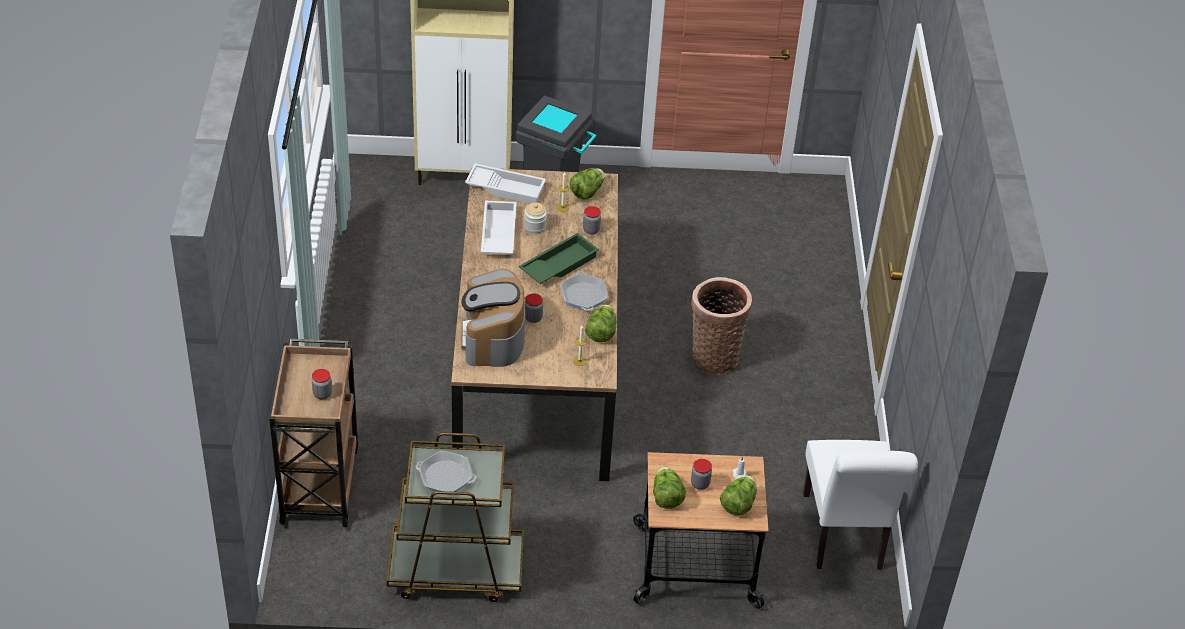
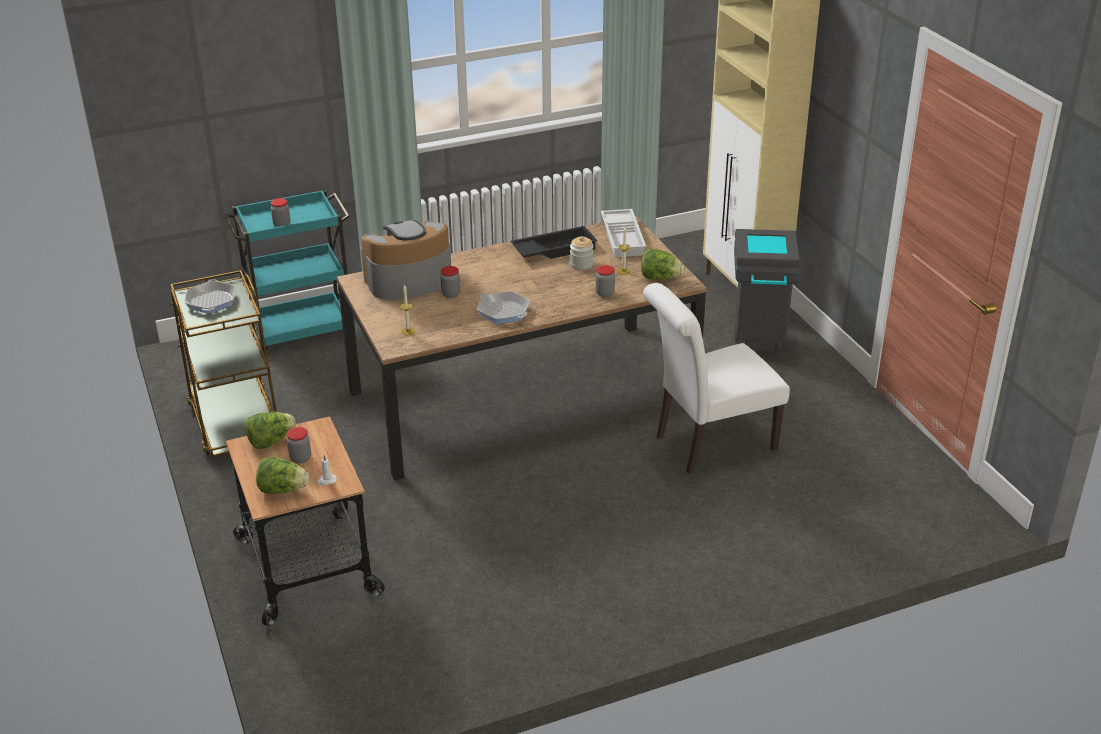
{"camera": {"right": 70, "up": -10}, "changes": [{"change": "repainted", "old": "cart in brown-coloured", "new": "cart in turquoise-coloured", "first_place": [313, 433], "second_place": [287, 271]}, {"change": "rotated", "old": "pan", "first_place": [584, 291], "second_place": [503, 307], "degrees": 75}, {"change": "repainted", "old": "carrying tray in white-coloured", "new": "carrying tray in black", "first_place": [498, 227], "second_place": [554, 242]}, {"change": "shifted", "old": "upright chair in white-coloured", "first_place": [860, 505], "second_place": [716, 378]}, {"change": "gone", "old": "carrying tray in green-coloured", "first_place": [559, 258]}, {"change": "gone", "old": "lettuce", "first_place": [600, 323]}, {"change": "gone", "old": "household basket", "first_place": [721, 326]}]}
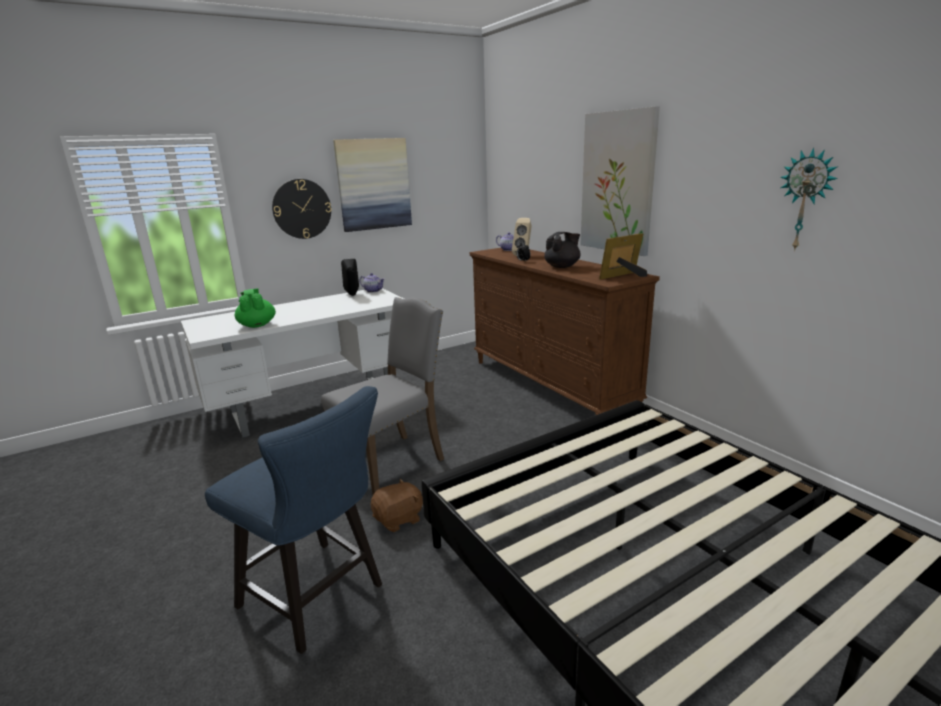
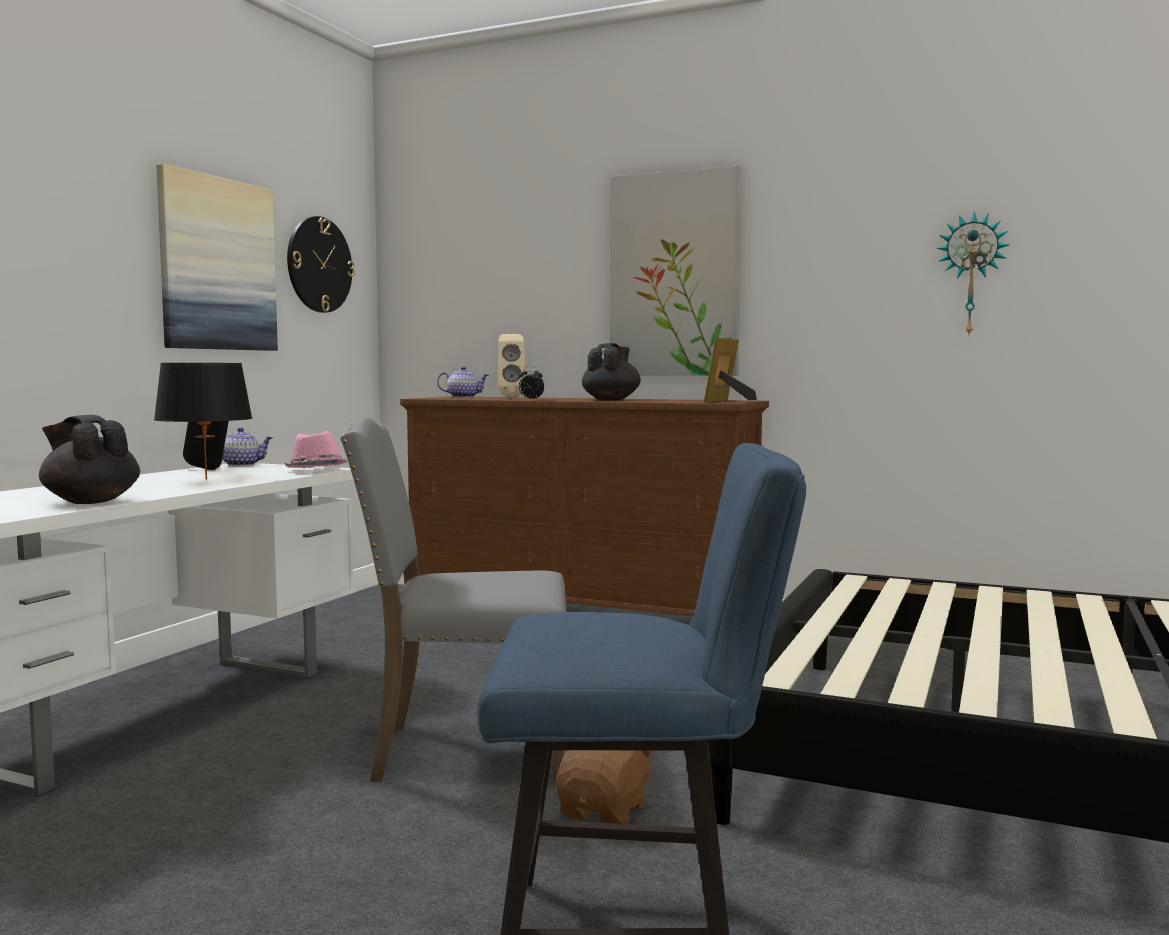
{"camera": {"right": -35, "up": -15}, "changes": [{"change": "repainted", "old": "tea pot in green-coloured", "new": "tea pot in black", "first_place": [255, 308], "second_place": [89, 459]}, {"change": "new", "new": "tabletop lamp in black", "second_place": [203, 421]}, {"change": "new", "new": "hat in pink-coloured", "second_place": [315, 449]}, {"change": "shifted", "old": "wall clock", "first_place": [301, 209], "second_place": [321, 264]}, {"change": "rotated", "old": "upright chair in greyish", "first_place": [382, 396], "second_place": [453, 601], "degrees": -105}]}
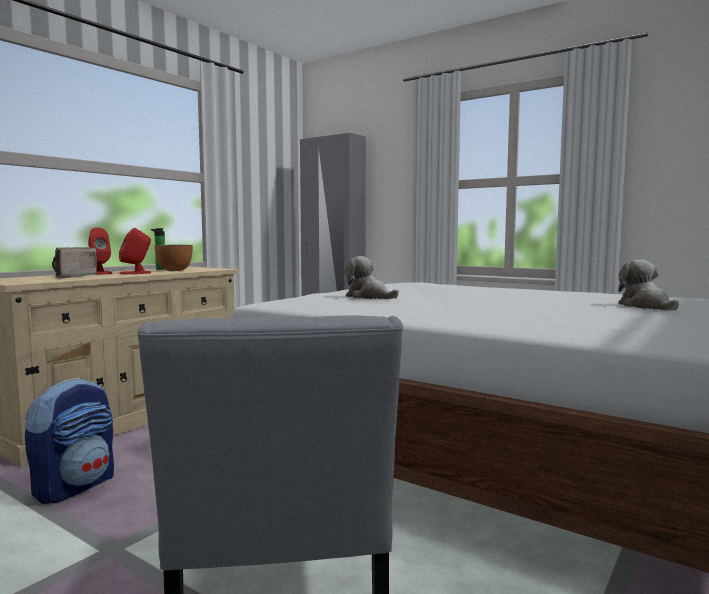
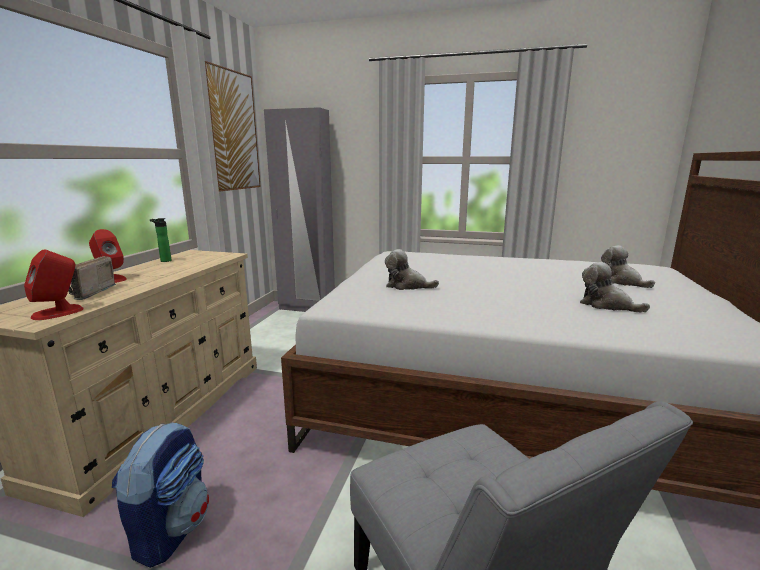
{"camera": {"right": -20, "up": 10}, "changes": [{"change": "shifted", "old": "speaker in red-coloured", "first_place": [135, 251], "second_place": [54, 284]}, {"change": "new", "new": "wall art", "second_place": [233, 126]}, {"change": "new", "new": "plush toy", "second_place": [615, 287]}, {"change": "gone", "old": "deep dish", "first_place": [174, 258]}]}
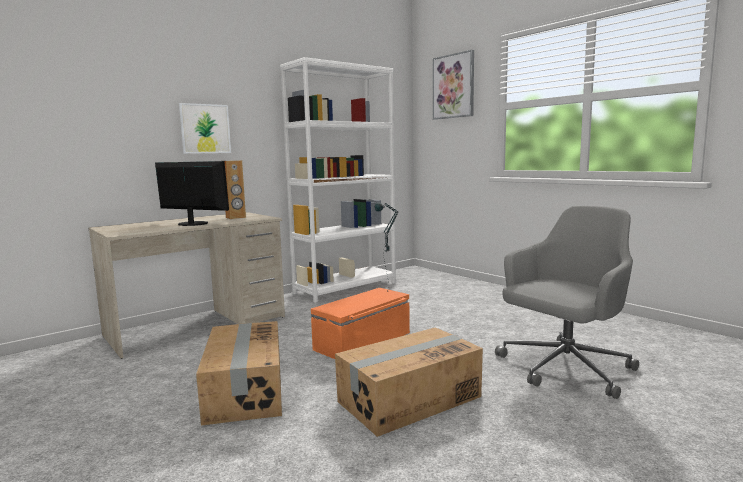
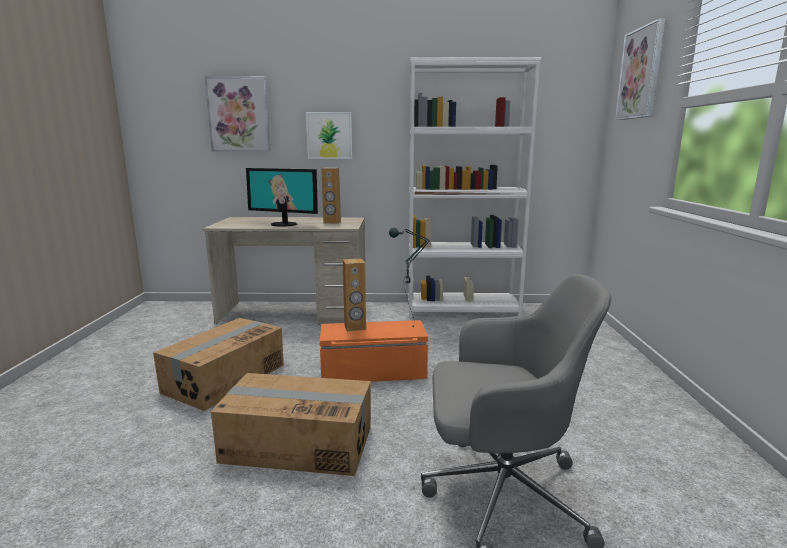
{"camera": {"right": 40, "up": 5}, "changes": [{"change": "new", "new": "wall art", "second_place": [238, 114]}, {"change": "rotated", "old": "monitor", "first_place": [192, 193], "second_place": [282, 197], "degrees": 135}, {"change": "new", "new": "speaker in brown-coloured", "second_place": [354, 295]}]}
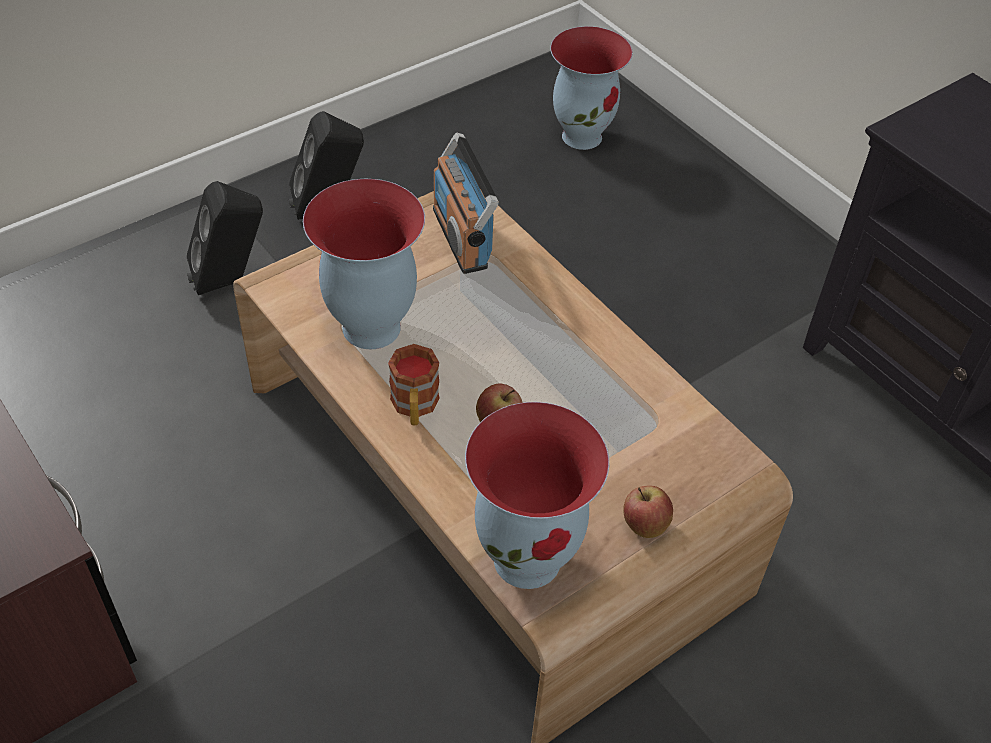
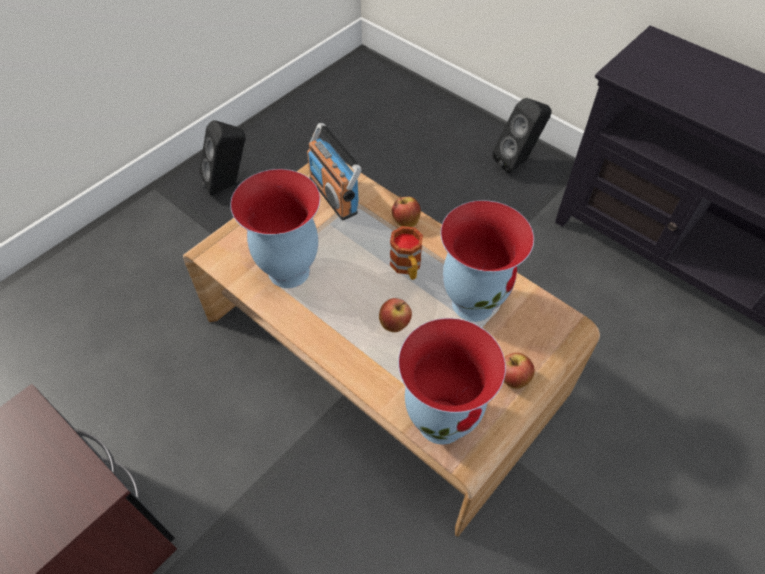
{"camera": {"right": -10, "up": 5}, "changes": [{"change": "shifted", "old": "coffee mug", "first_place": [414, 385], "second_place": [406, 253]}, {"change": "new", "new": "whole apple", "second_place": [406, 211]}, {"change": "shifted", "old": "decorative vase", "first_place": [591, 88], "second_place": [487, 261]}, {"change": "shifted", "old": "speaker in black", "first_place": [225, 238], "second_place": [522, 135]}]}
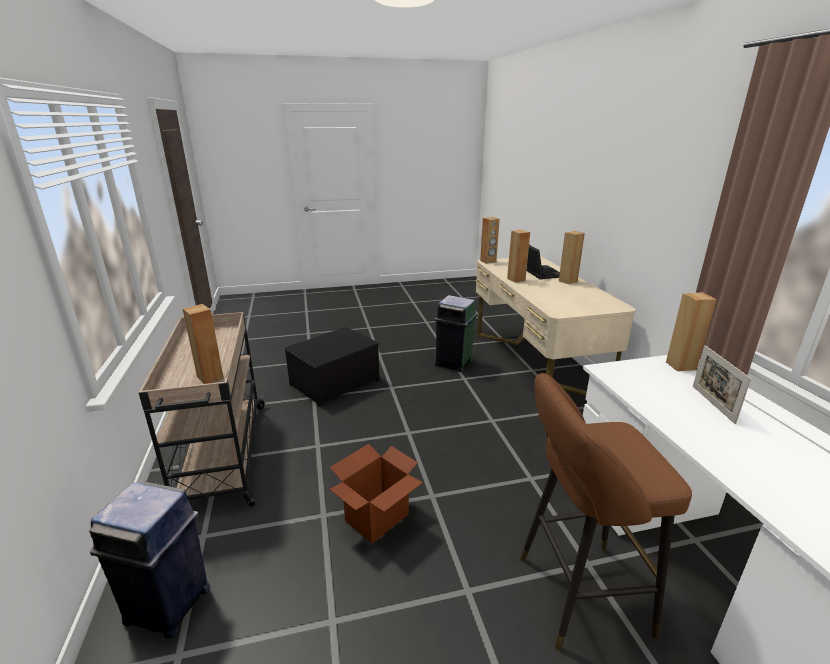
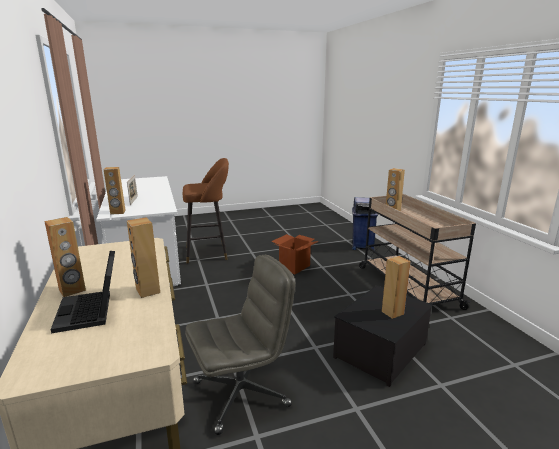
{"camera": {"right": 175, "up": -5}, "changes": [{"change": "swapped", "old": "rubbish bin in green-coloured", "new": "office chair in greyish", "first_place": [456, 333], "second_place": [240, 345]}, {"change": "shifted", "old": "speaker in brown-coloured", "first_place": [490, 240], "second_place": [396, 287]}]}
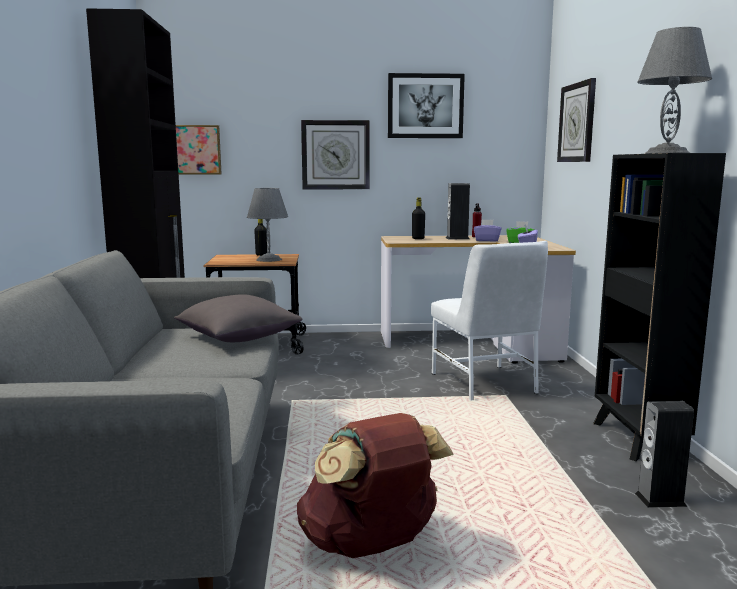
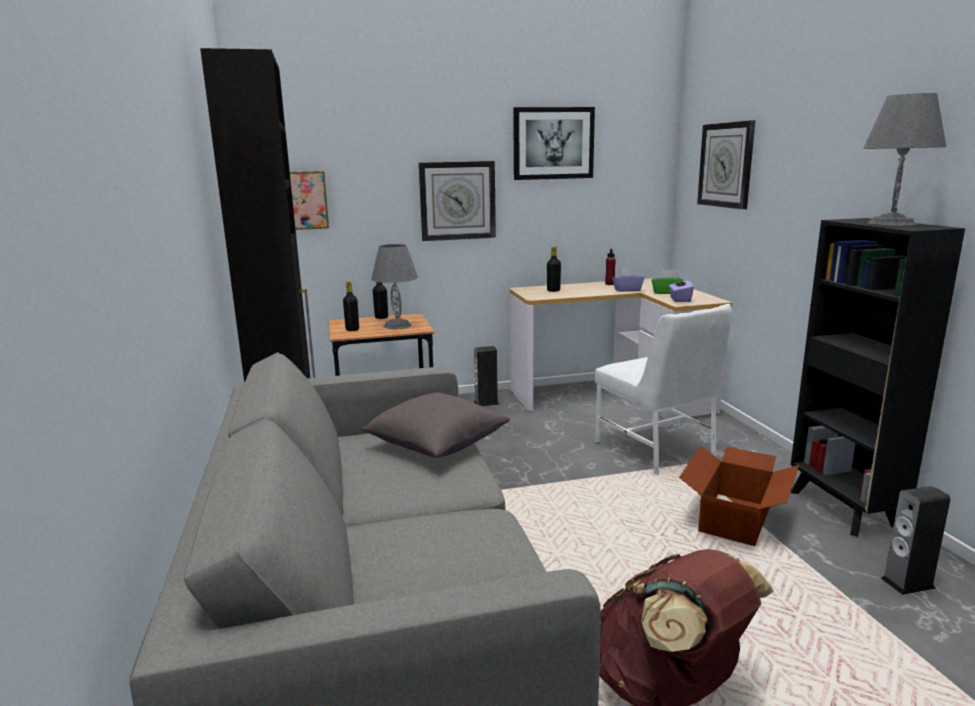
{"camera": {"right": -10, "up": 5}, "changes": [{"change": "new", "new": "beverage bottle in black", "second_place": [351, 306]}, {"change": "shifted", "old": "speaker", "first_place": [458, 211], "second_place": [486, 376]}, {"change": "new", "new": "carton", "second_place": [739, 496]}]}
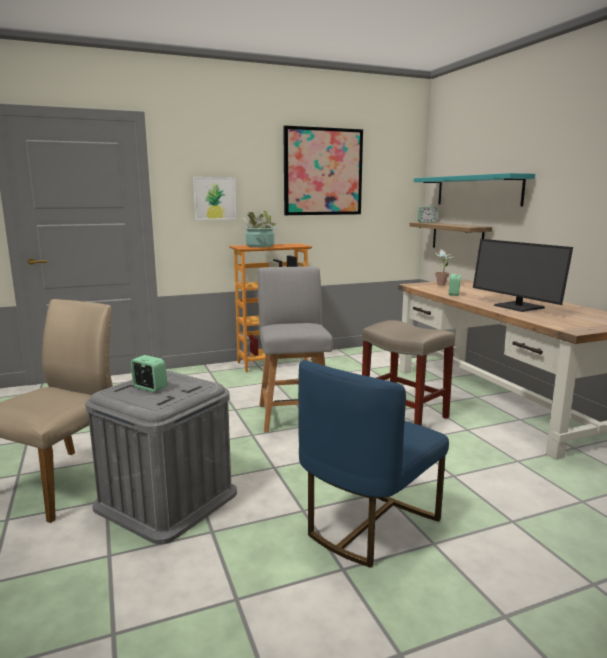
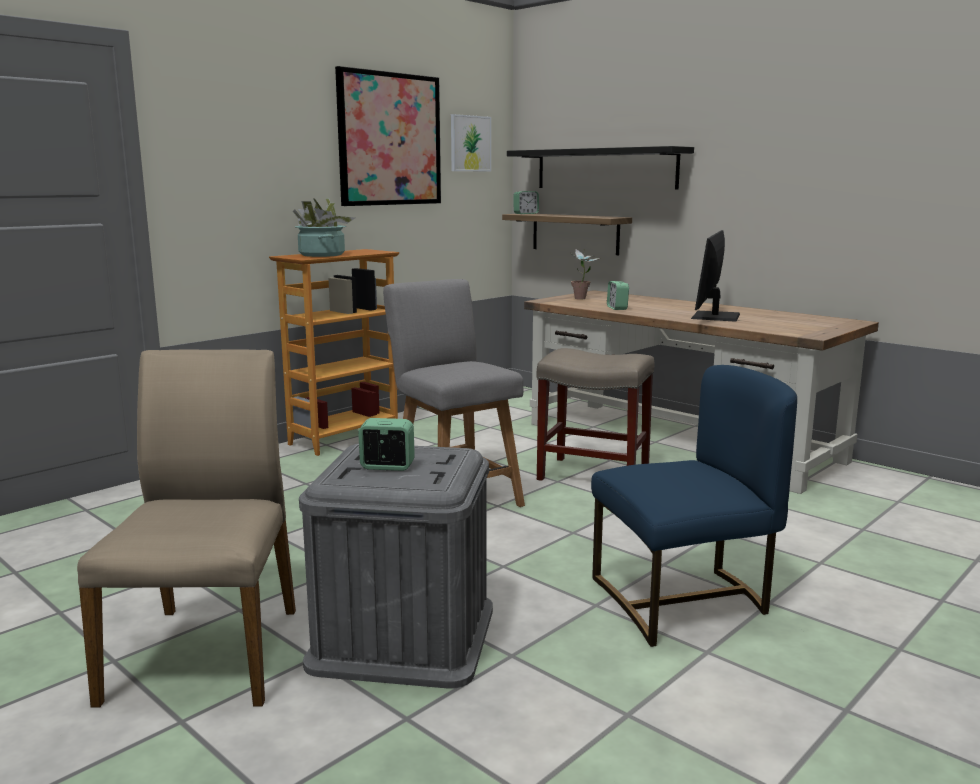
{"camera": {"right": -25, "up": 0}, "changes": [{"change": "shifted", "old": "wall art", "first_place": [214, 198], "second_place": [471, 142]}, {"change": "repainted", "old": "wall shelf in turquoise-coloured", "new": "wall shelf in black", "first_place": [474, 190], "second_place": [600, 168]}, {"change": "rotated", "old": "upright chair in blue-coloured", "first_place": [373, 464], "second_place": [694, 506], "degrees": -120}, {"change": "rotated", "old": "monitor", "first_place": [523, 275], "second_place": [715, 276], "degrees": 75}]}
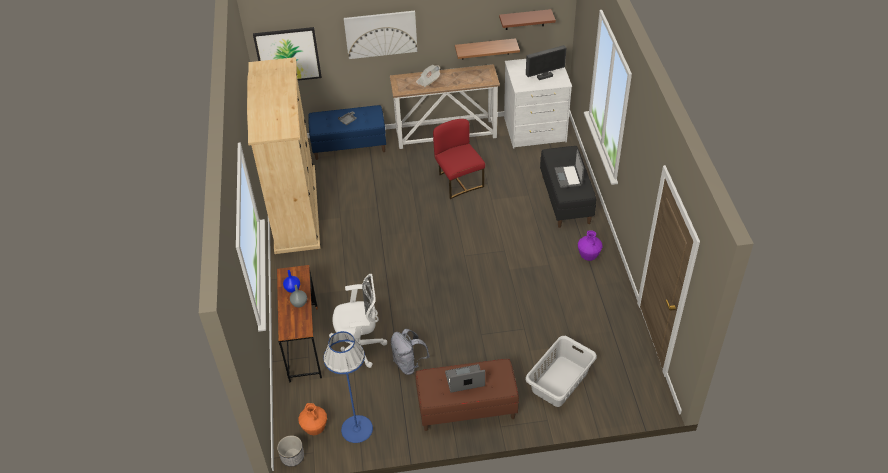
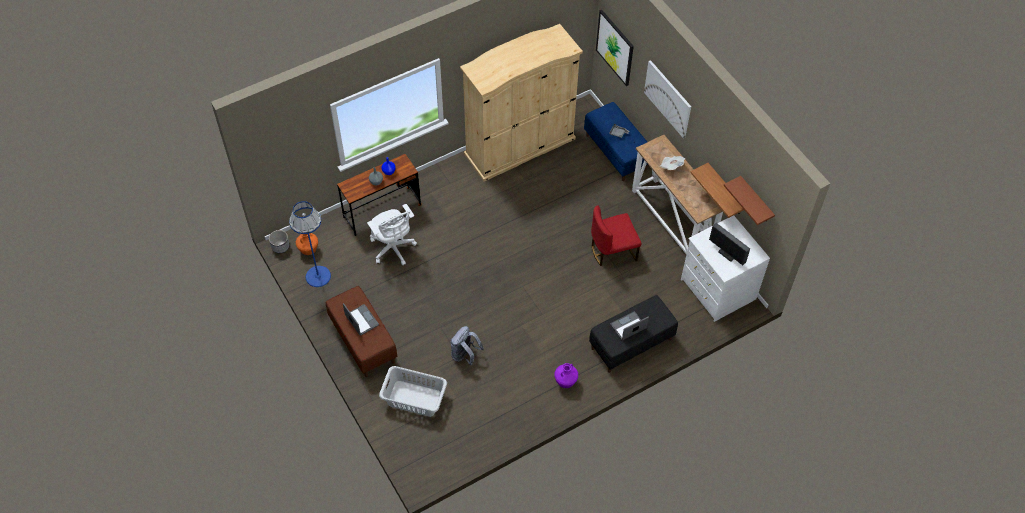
{"camera": {"right": 65, "up": 10}, "changes": [{"change": "shifted", "old": "knapsack in greyish", "first_place": [410, 352], "second_place": [467, 346]}, {"change": "rotated", "old": "upright chair in red-coloured", "first_place": [459, 159], "second_place": [616, 235], "degrees": -150}]}
